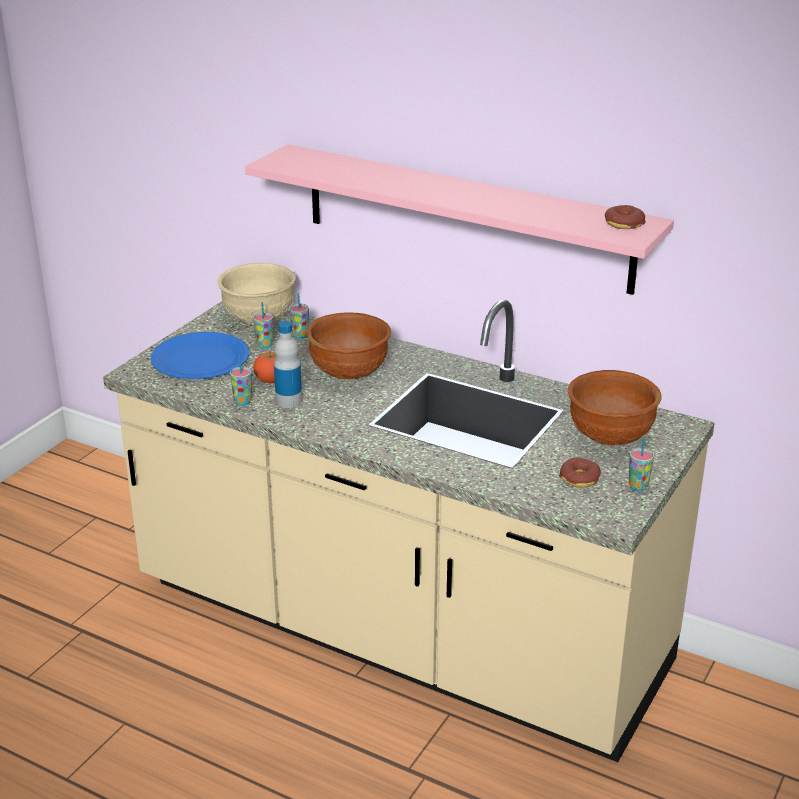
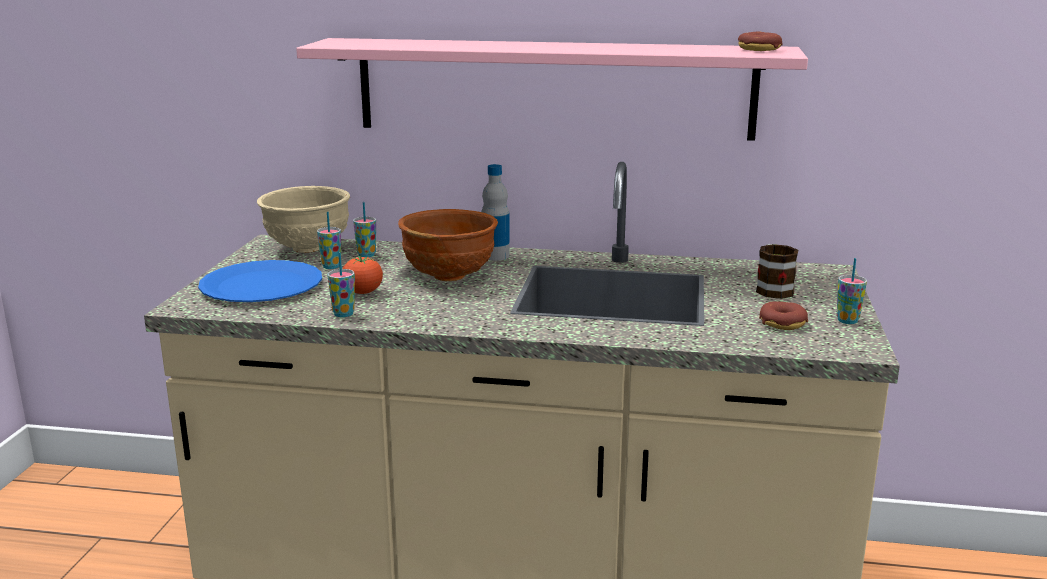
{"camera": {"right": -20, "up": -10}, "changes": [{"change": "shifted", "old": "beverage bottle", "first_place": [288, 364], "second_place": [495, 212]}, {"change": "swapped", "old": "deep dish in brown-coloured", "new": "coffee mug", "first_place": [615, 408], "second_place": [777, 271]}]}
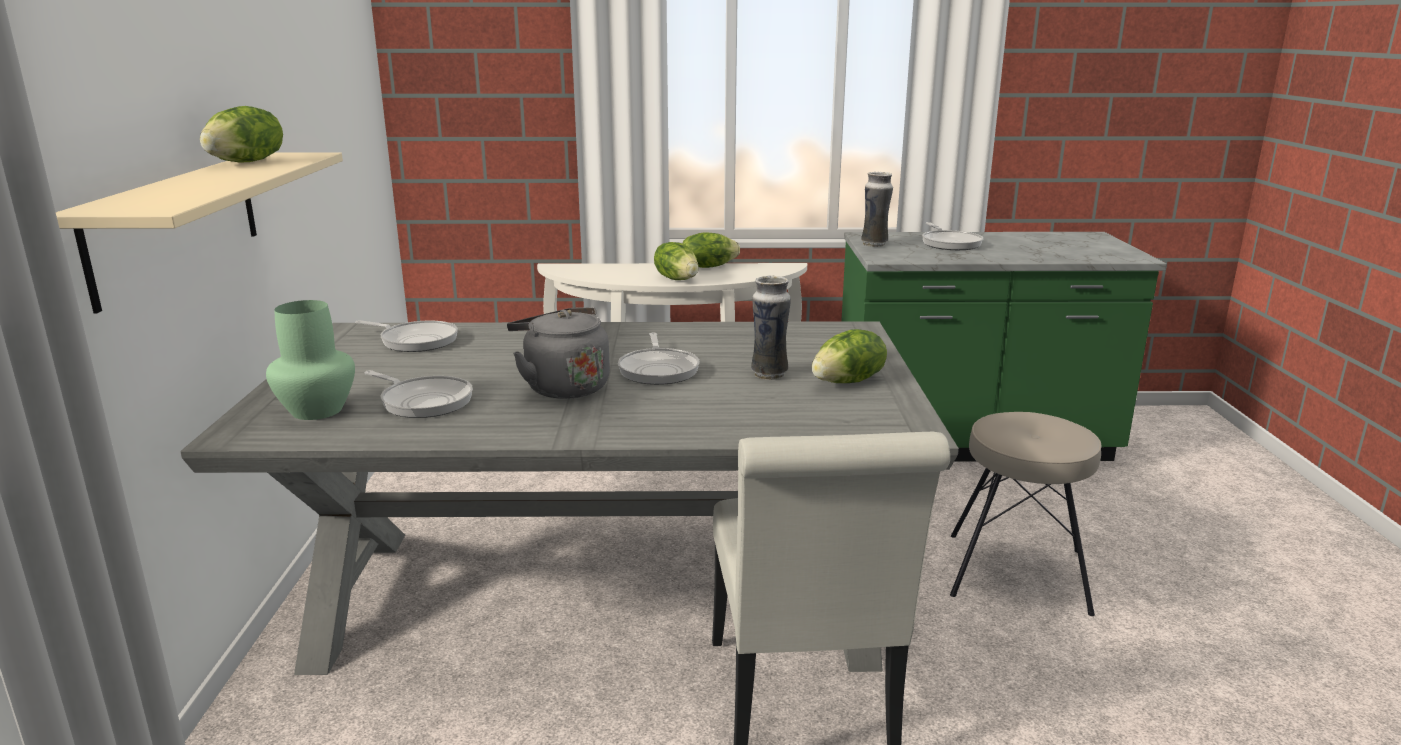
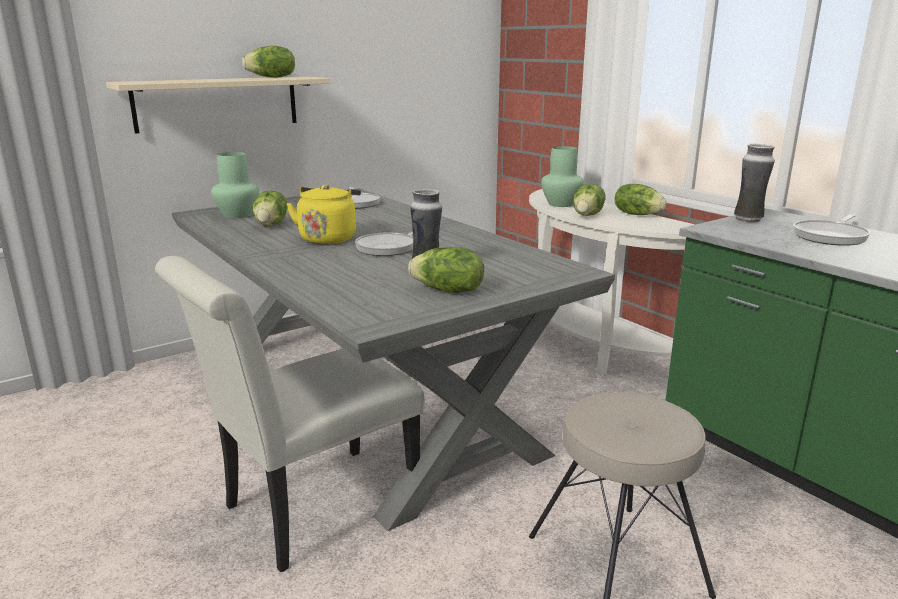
{"camera": {"right": 55, "up": 0}, "changes": [{"change": "swapped", "old": "pan", "new": "lettuce", "first_place": [418, 394], "second_place": [270, 207]}, {"change": "repainted", "old": "tea kettle in greyish", "new": "tea kettle in yellowish", "first_place": [558, 353], "second_place": [323, 214]}, {"change": "new", "new": "decorative vase in green-coloured", "second_place": [562, 176]}]}
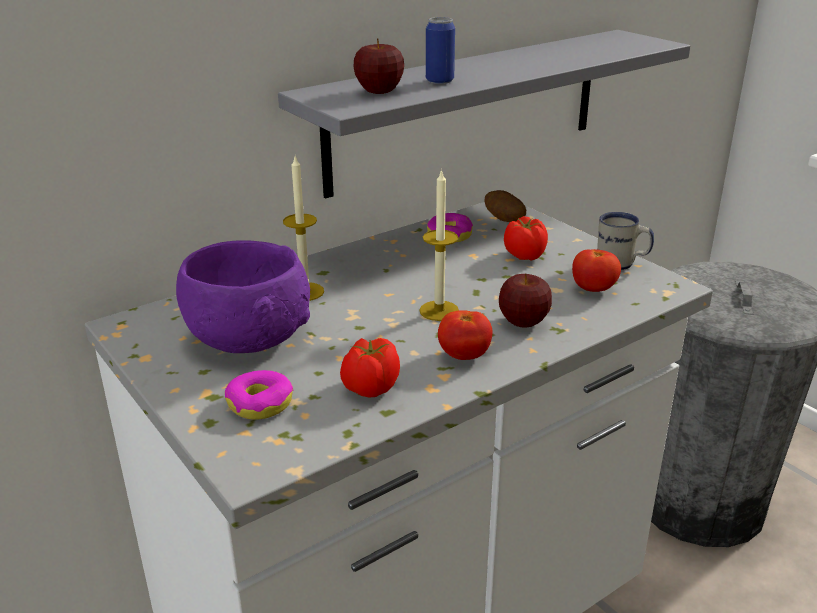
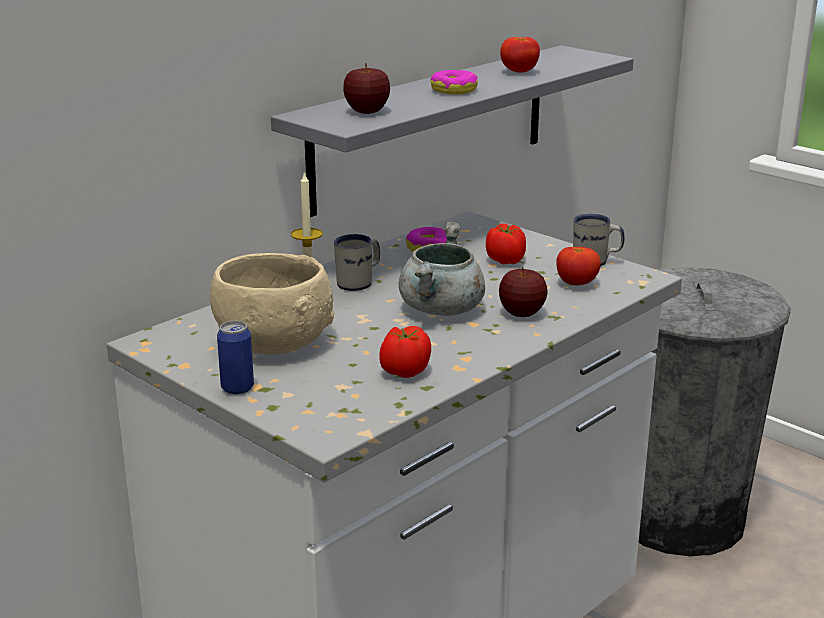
{"camera": {"right": -10, "up": -5}, "changes": [{"change": "repainted", "old": "deep dish in purple", "new": "deep dish in beige", "first_place": [243, 296], "second_place": [272, 303]}, {"change": "shifted", "old": "metal can", "first_place": [440, 50], "second_place": [235, 358]}, {"change": "new", "new": "coffee mug in white-coloured", "second_place": [357, 262]}, {"change": "swapped", "old": "candle", "new": "cooking pot in greyish", "first_place": [439, 245], "second_place": [442, 269]}, {"change": "shifted", "old": "doughnut", "first_place": [259, 395], "second_place": [454, 82]}, {"change": "shifted", "old": "whole tomato", "first_place": [465, 335], "second_place": [520, 55]}, {"change": "gone", "old": "whole potato", "first_place": [505, 206]}]}
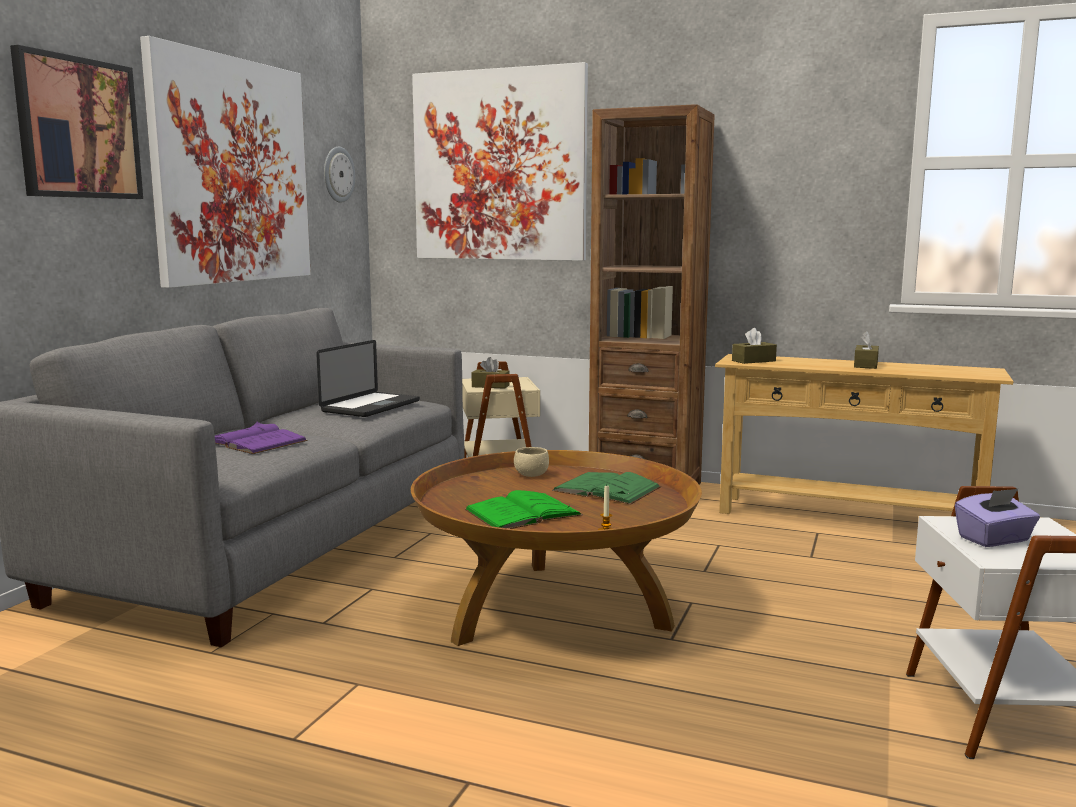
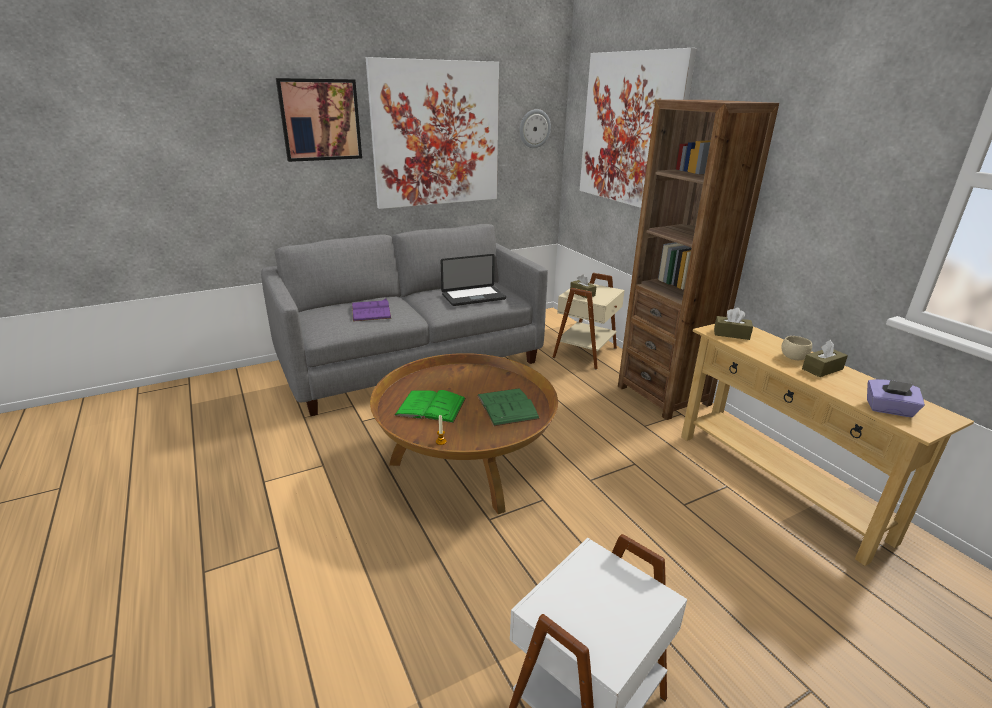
{"camera": {"right": 40, "up": 15}, "changes": [{"change": "shifted", "old": "deep dish in beige", "first_place": [531, 462], "second_place": [796, 348]}, {"change": "shifted", "old": "box of tissues in purple", "first_place": [997, 518], "second_place": [896, 398]}]}
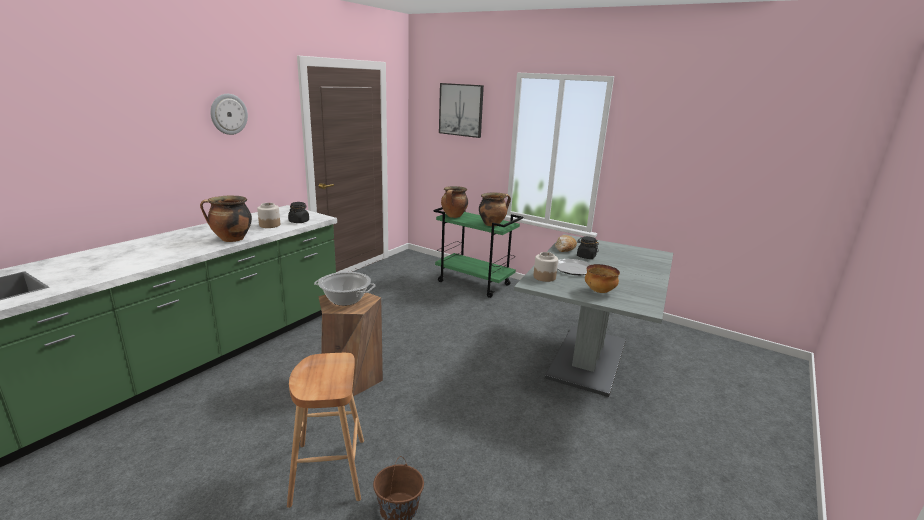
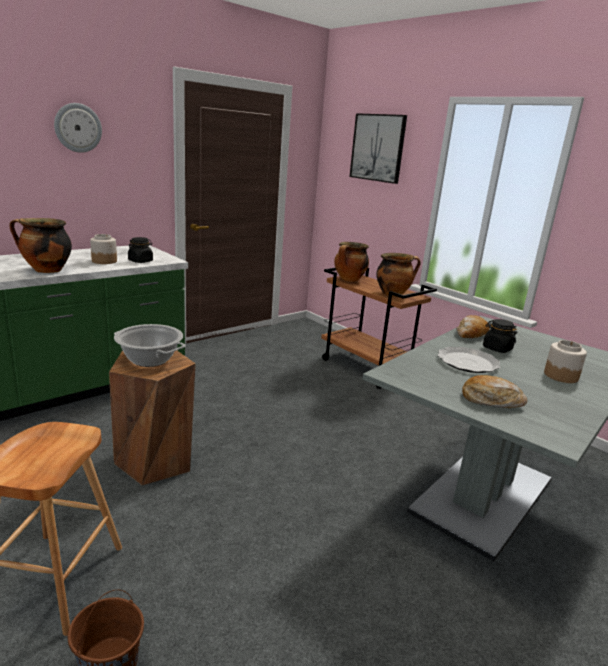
{"camera": {"right": 15, "up": 0}, "changes": [{"change": "repainted", "old": "cart in green-coloured", "new": "cart in brown-coloured", "first_place": [478, 252], "second_place": [379, 328]}, {"change": "swapped", "old": "deep dish", "new": "baked bread", "first_place": [602, 278], "second_place": [494, 391]}, {"change": "shifted", "old": "jar", "first_place": [545, 267], "second_place": [565, 361]}]}
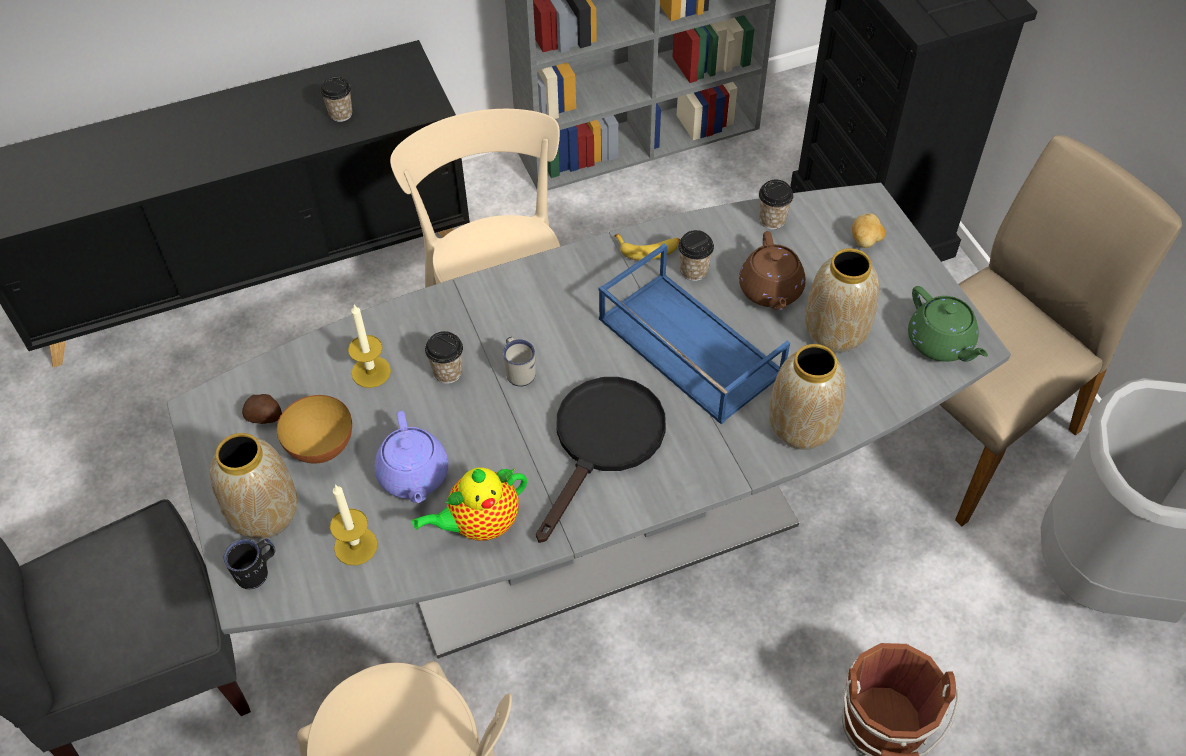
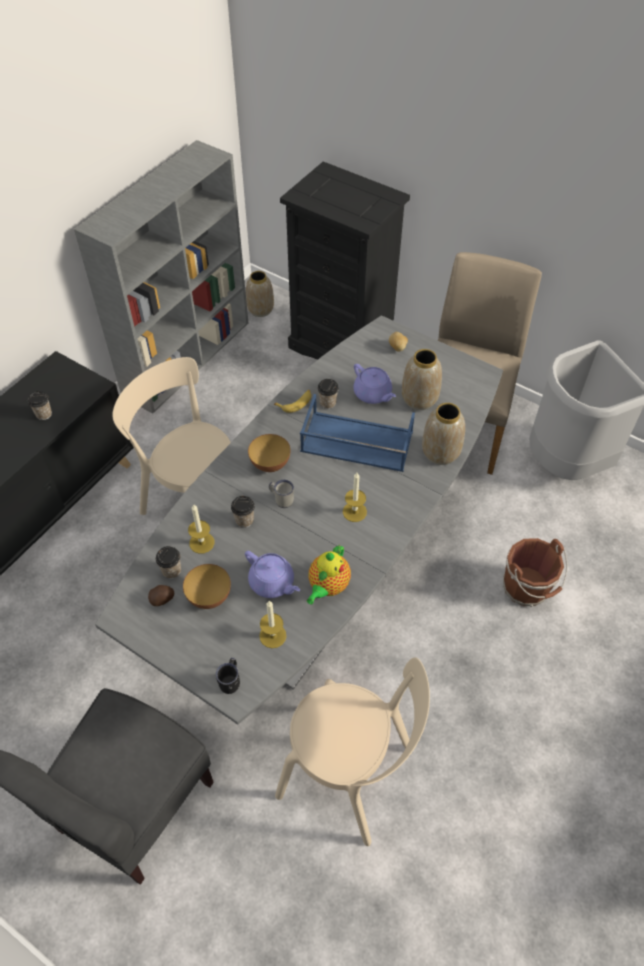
{"camera": {"right": -35, "up": 0}, "changes": [{"change": "shifted", "old": "drinking cup", "first_place": [776, 204], "second_place": [168, 562]}, {"change": "shifted", "old": "decorative vase", "first_place": [253, 486], "second_place": [260, 294]}, {"change": "new", "new": "deep dish", "second_place": [269, 453]}, {"change": "swapped", "old": "pan in black", "new": "candle", "first_place": [601, 460], "second_place": [355, 497]}, {"change": "repainted", "old": "tea pot in brown-coloured", "new": "tea pot in purple", "first_place": [772, 270], "second_place": [375, 384]}, {"change": "gone", "old": "tea pot in green-coloured", "first_place": [948, 324]}]}
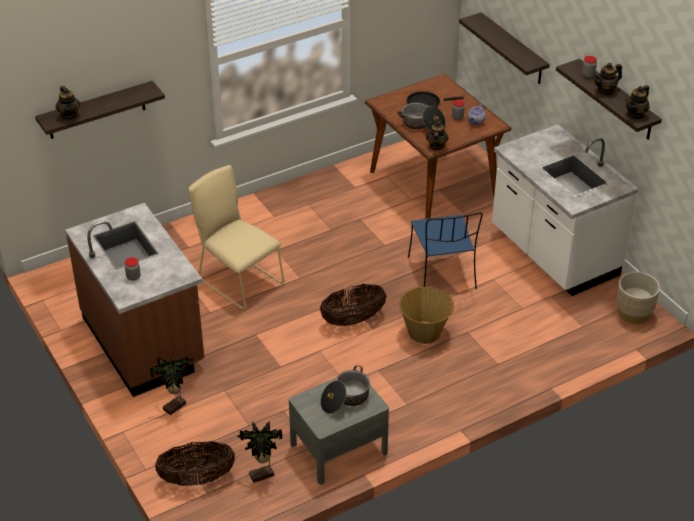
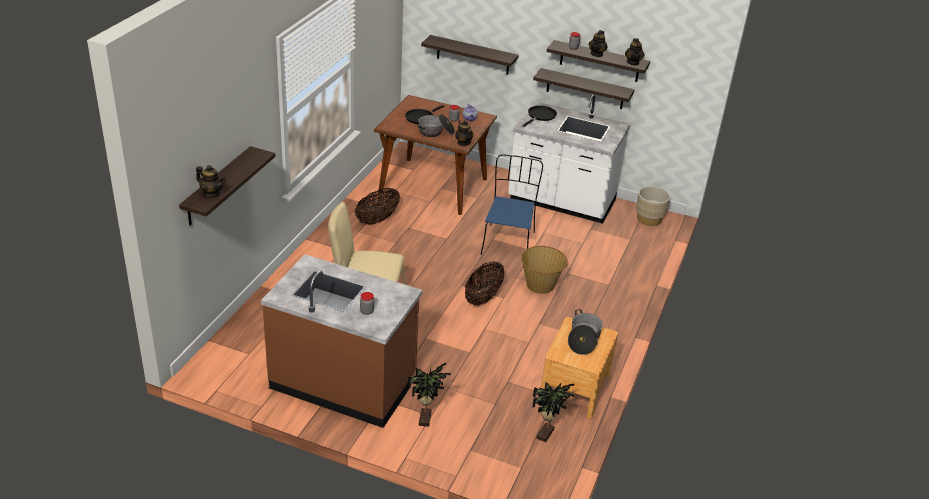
{"camera": {"right": -40, "up": -5}, "changes": [{"change": "shifted", "old": "household basket", "first_place": [195, 463], "second_place": [377, 206]}, {"change": "rotated", "old": "upright chair in blue-coloured", "first_place": [445, 251], "second_place": [512, 204], "degrees": -120}, {"change": "new", "new": "pan in black", "second_place": [539, 116]}, {"change": "new", "new": "wall shelf", "second_place": [584, 88]}, {"change": "repainted", "old": "nightstand in greyish", "new": "nightstand in brown-coloured", "first_place": [339, 427], "second_place": [579, 368]}]}
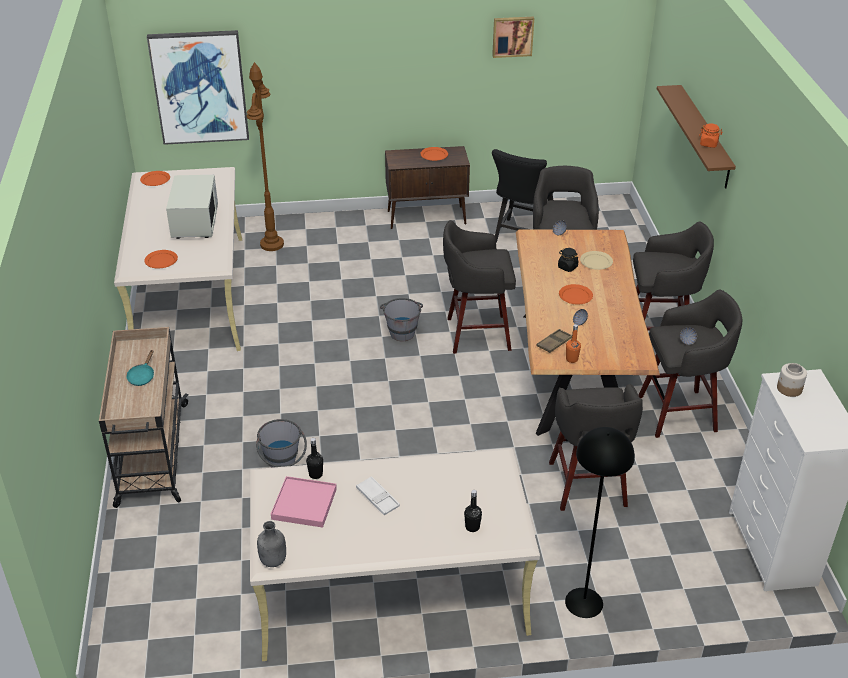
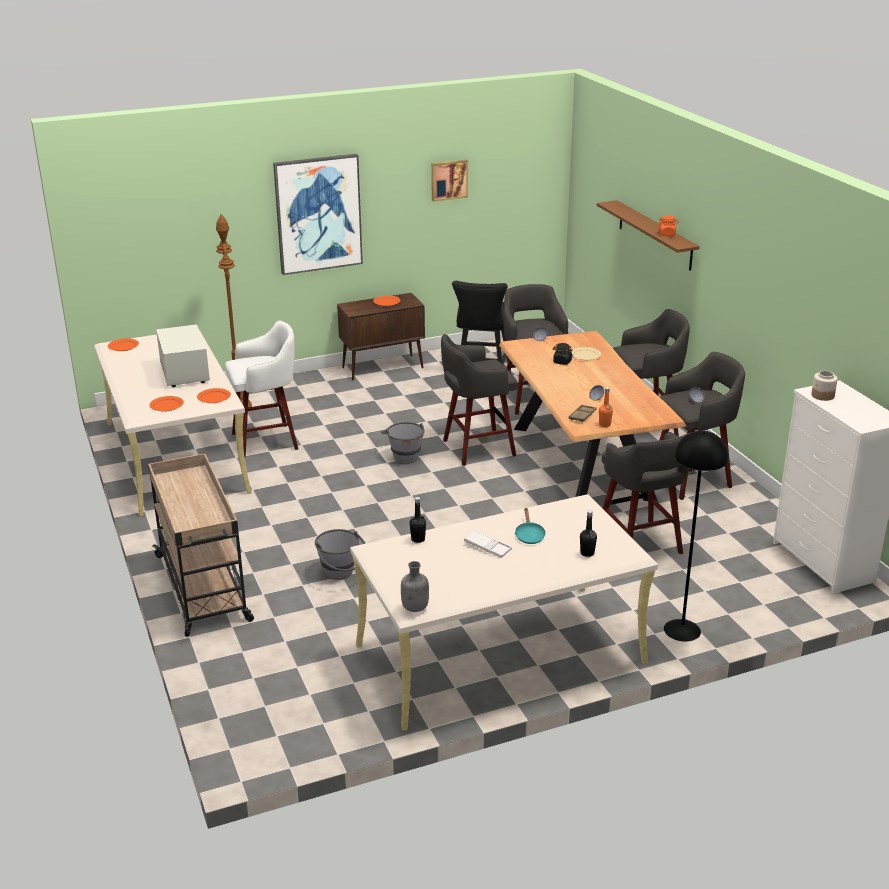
{"camera": {"right": -15, "up": -10}, "changes": [{"change": "shifted", "old": "plate in orangey", "first_place": [576, 294], "second_place": [214, 395]}, {"change": "new", "new": "stool in white-coloured", "second_place": [261, 389]}, {"change": "shifted", "old": "wall art", "first_place": [198, 87], "second_place": [318, 214]}, {"change": "shifted", "old": "pan in turquoise-coloured", "first_place": [140, 368], "second_place": [530, 526]}, {"change": "gone", "old": "carrying tray in pink-coloured", "first_place": [304, 502]}]}
